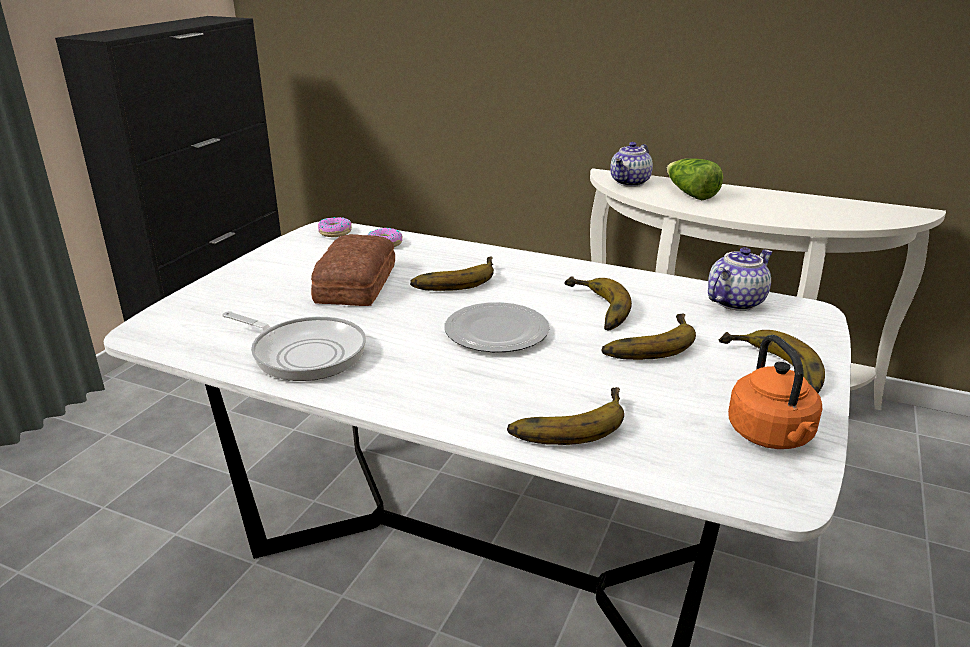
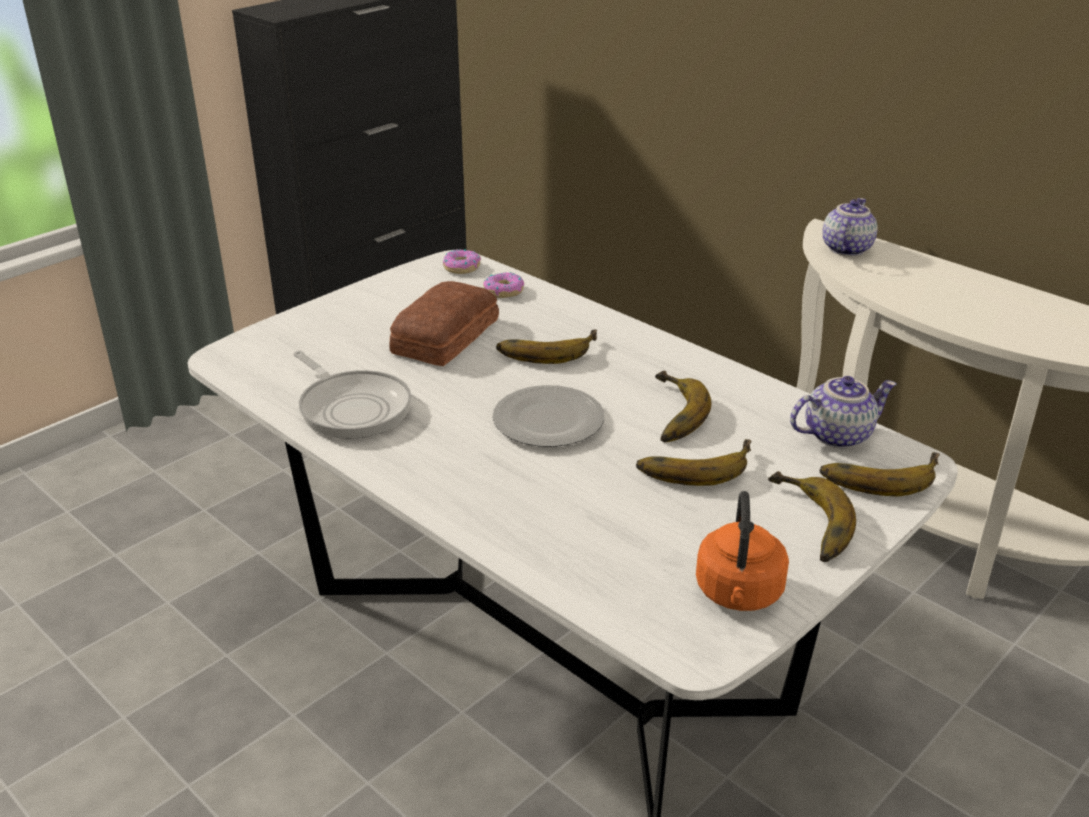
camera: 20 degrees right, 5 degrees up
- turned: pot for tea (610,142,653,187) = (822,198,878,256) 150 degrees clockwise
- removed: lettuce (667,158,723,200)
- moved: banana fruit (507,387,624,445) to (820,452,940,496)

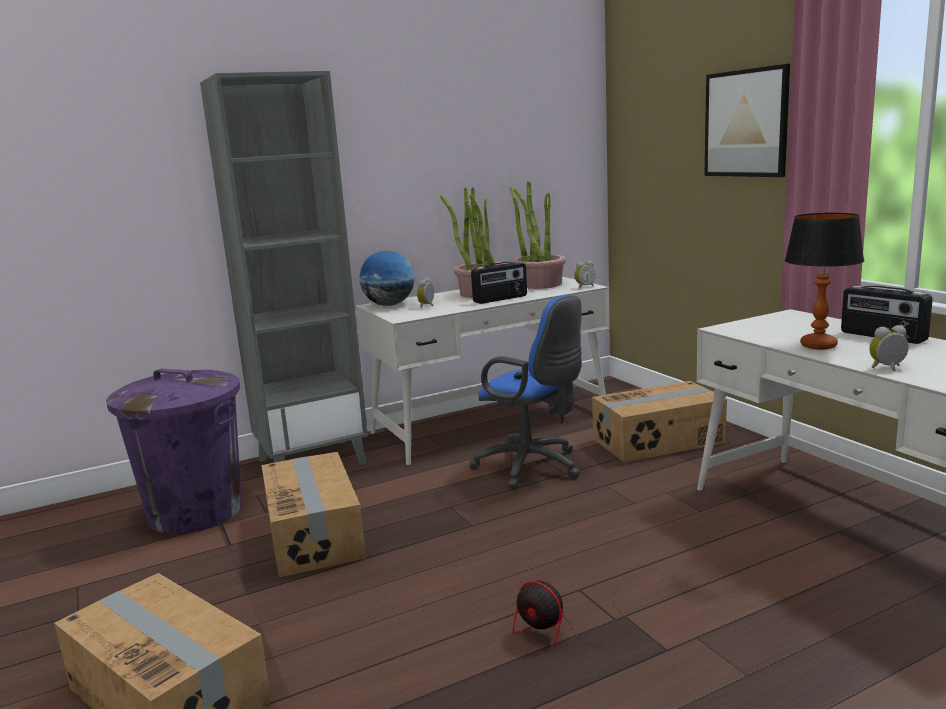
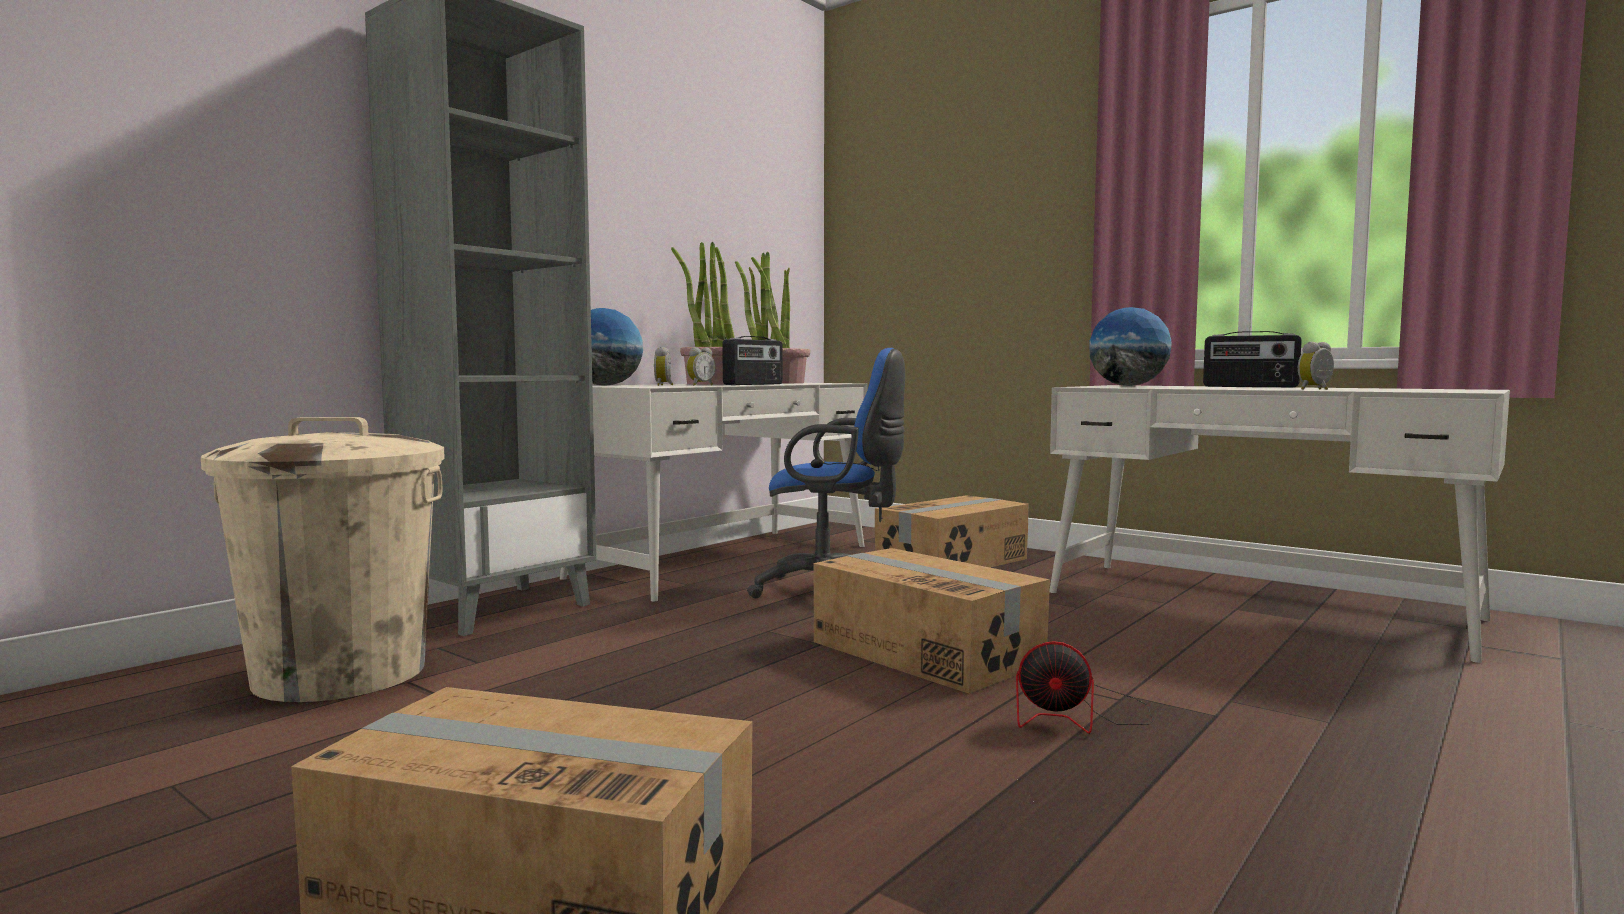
camera: 25 degrees left, 10 degrees down
- removed: wall picture (704,64,790,177)
- removed: table lamp (785,213,864,349)
- moved: table clock (574,261,596,289) to (686,347,716,386)
- recoloured: purplish rubbish bin (106,368,242,534) to beige rubbish bin (201,417,445,702)
- moved: packing box (262,452,366,577) to (813,548,1050,694)
- added: world globe (1089,307,1172,386)

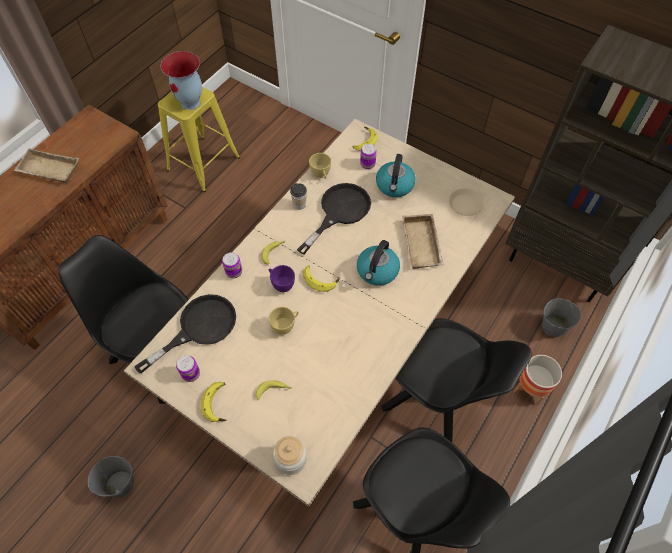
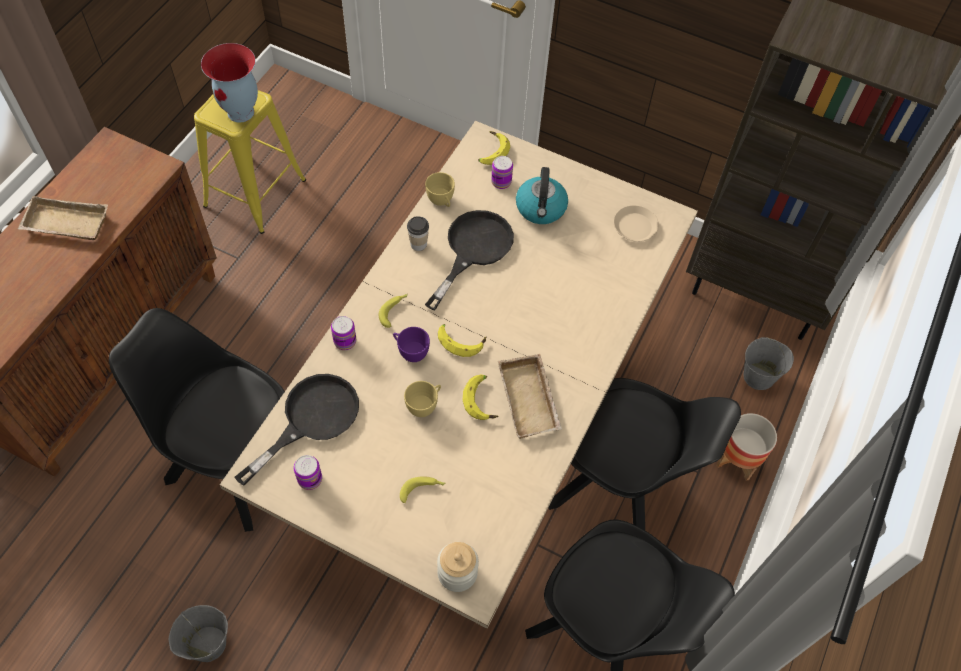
camera: 10 degrees left, 0 degrees up
- moved: beige serving tray (402,214,444,269) to (498,354,562,439)
- removed: tea kettle (357,240,400,286)
- moved: banana fruit (201,382,227,422) to (463,374,498,420)

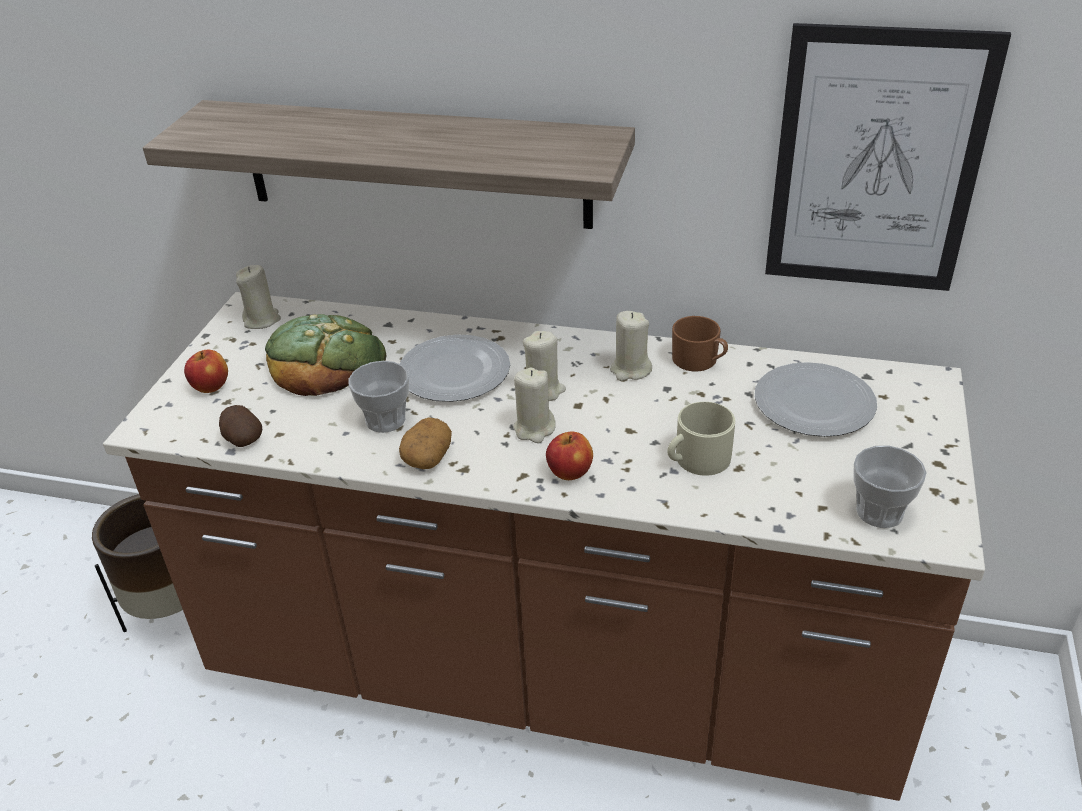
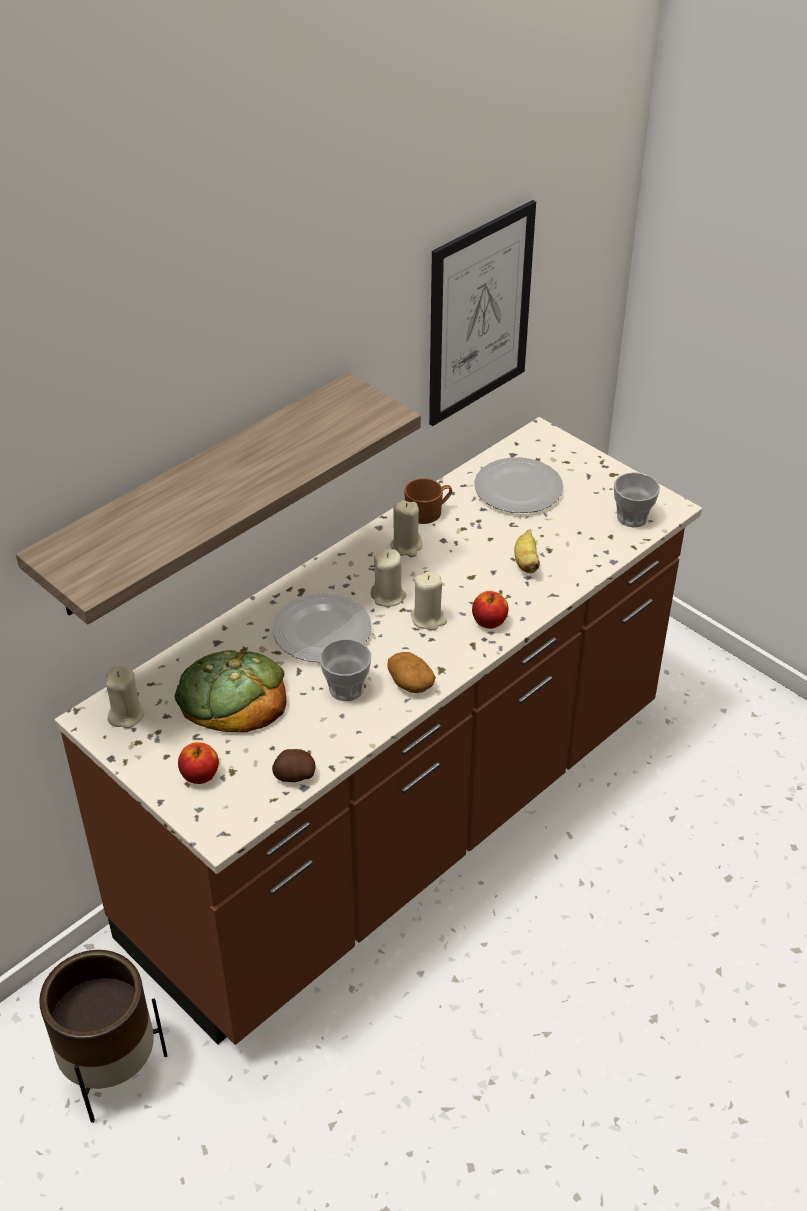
camera: 60 degrees left, 5 degrees up
- replaced: beige mug (667,402,735,476) to banana fruit (514,530,540,573)

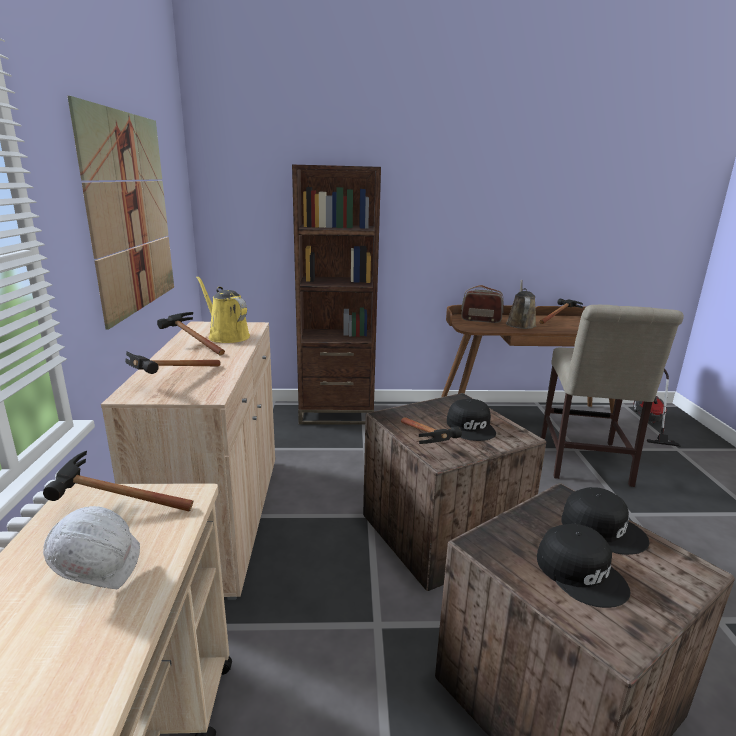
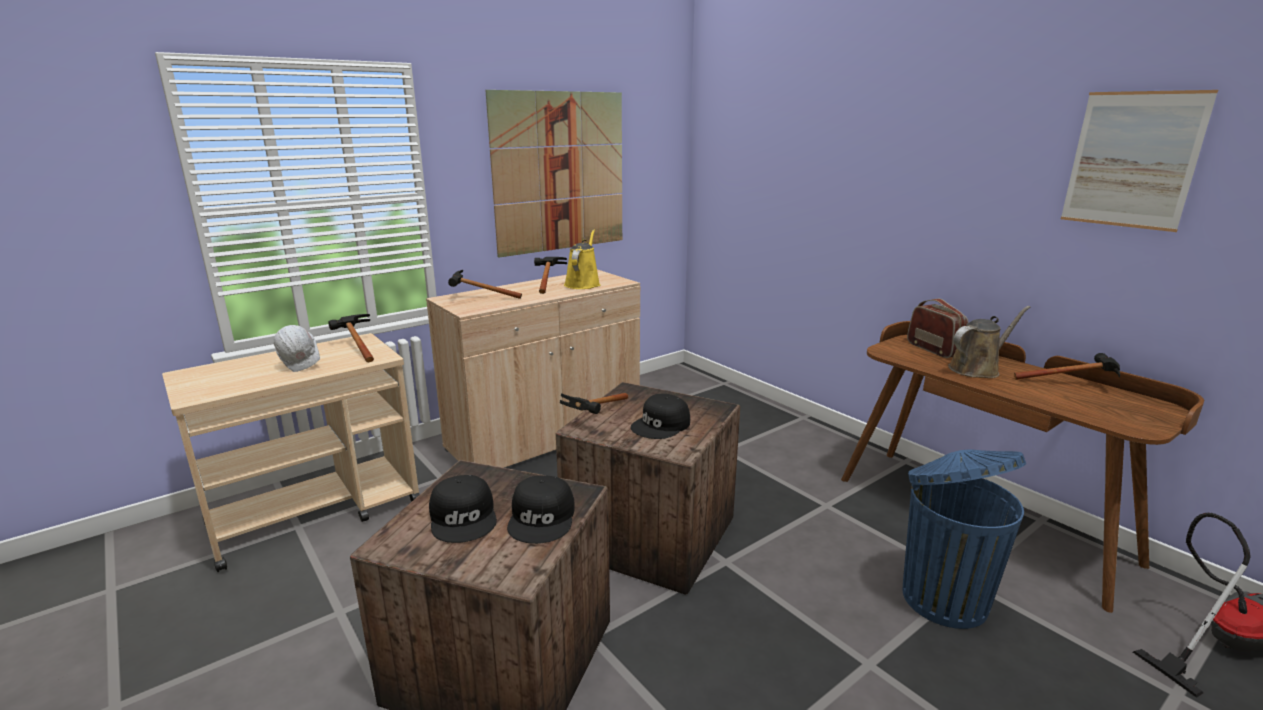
camera: 55 degrees right, 0 degrees up
- removed: brown shelving unit (292,165,381,425)
- replaced: beige plain chair (541,305,684,487) to bluish rubbish bin (902,449,1026,629)
- turned: black-coloured cap (537,524,630,608) = (429,475,497,543) 45 degrees counterclockwise
- added: wall picture (1061,90,1218,232)

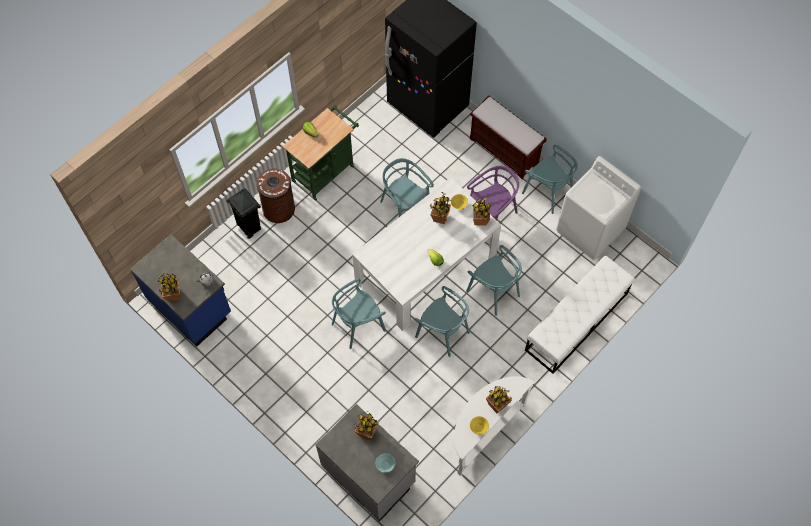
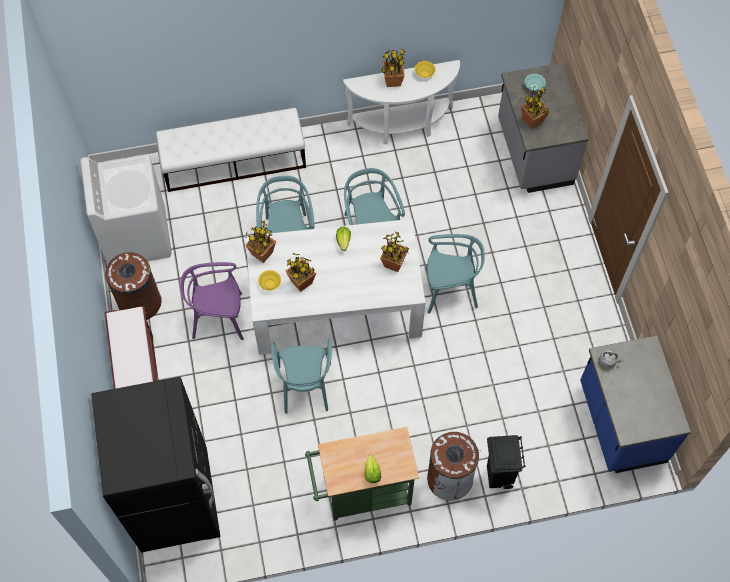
camera: 145 degrees left, 0 degrees up
- replaced: turquoise plain chair (522,145,578,214) to brown rubbish bin (105,252,162,320)
- moved: potted plant (158,274,181,302) to (380,232,409,272)

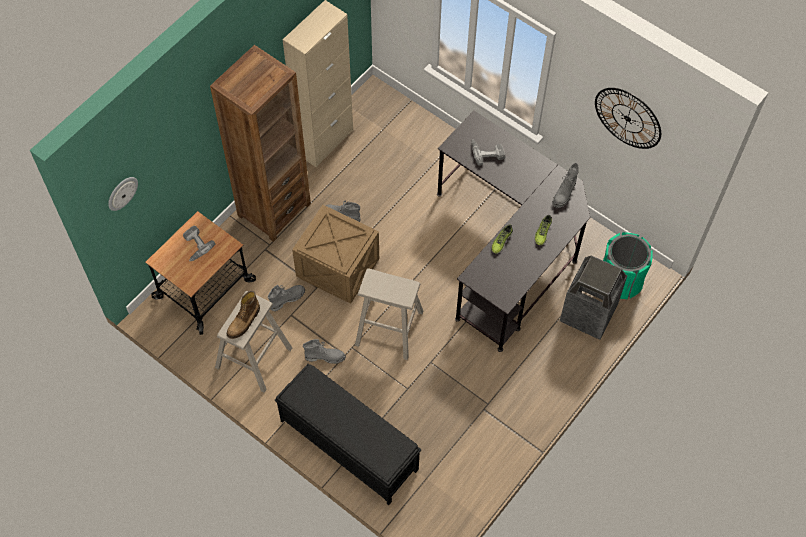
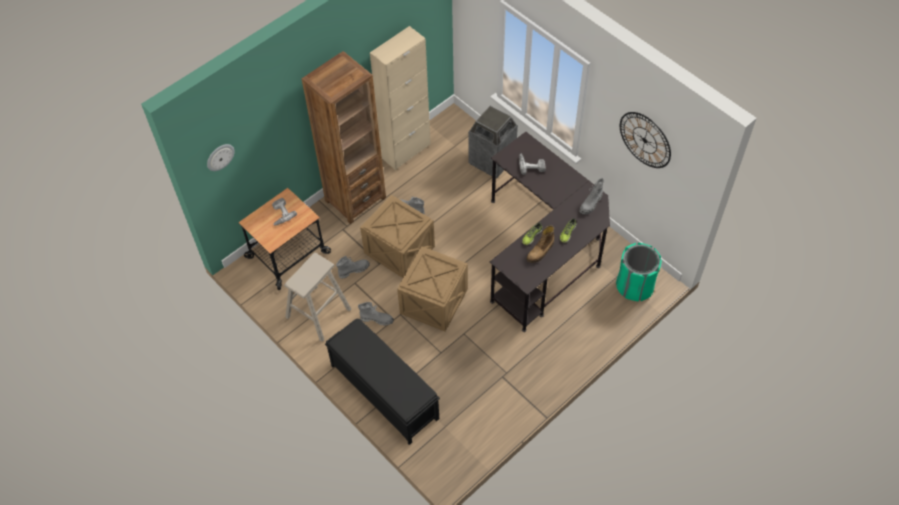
camera: 10 degrees right, 5 degrees down
- moved: rubbish bin (560,255,627,340) to (468,106,518,179)
- replaced: beige stool (355,268,423,360) to shipping crate (397,246,468,331)
- moved: tall boot (227,291,260,339) to (526,225,554,263)

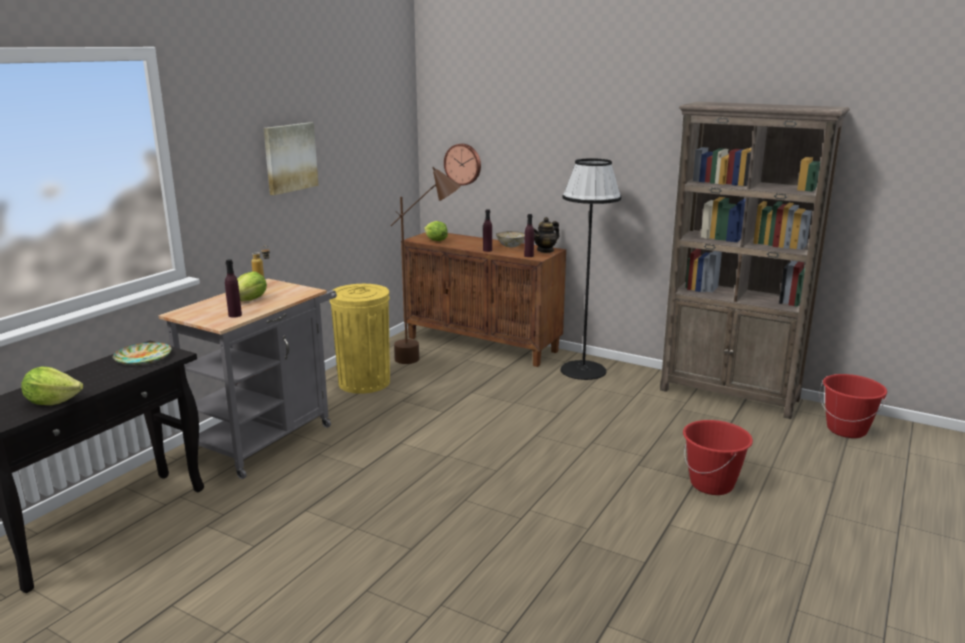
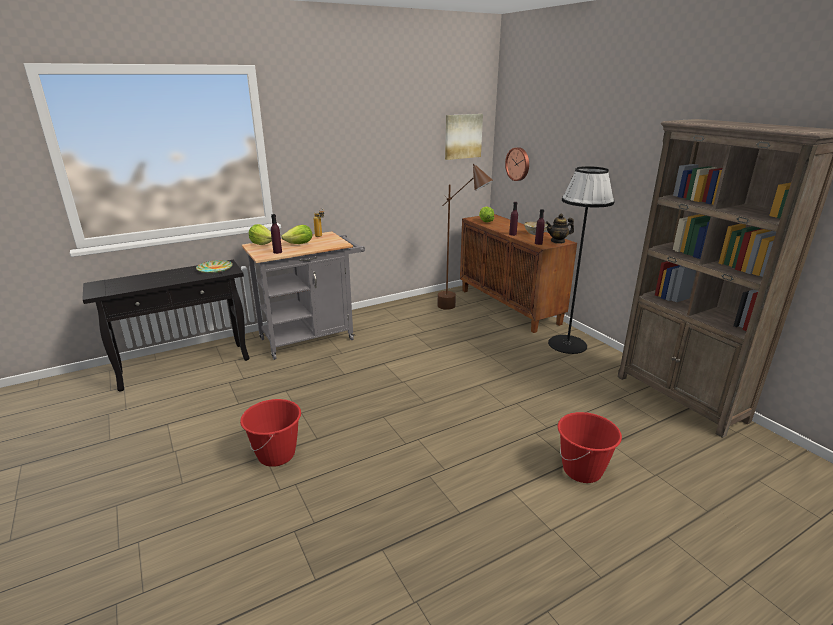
camera: 30 degrees right, 5 degrees up
- moved: wall picture (264,122,318,195) to (445,114,483,160)
- removed: yellow-coloured rubbish bin (329,284,390,394)
- moved: lettuce (21,366,83,405) to (249,224,272,245)
- moved: red water bucket (819,374,887,438) to (240,399,301,467)

